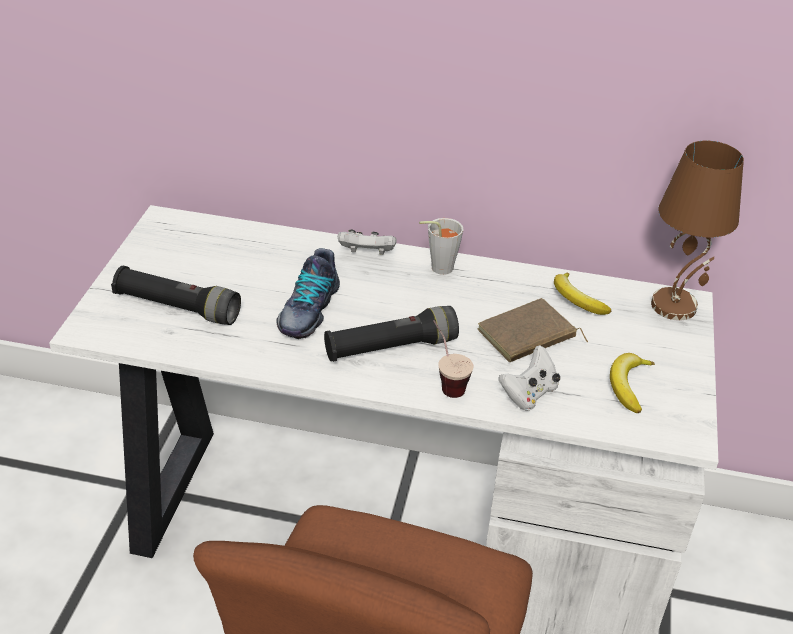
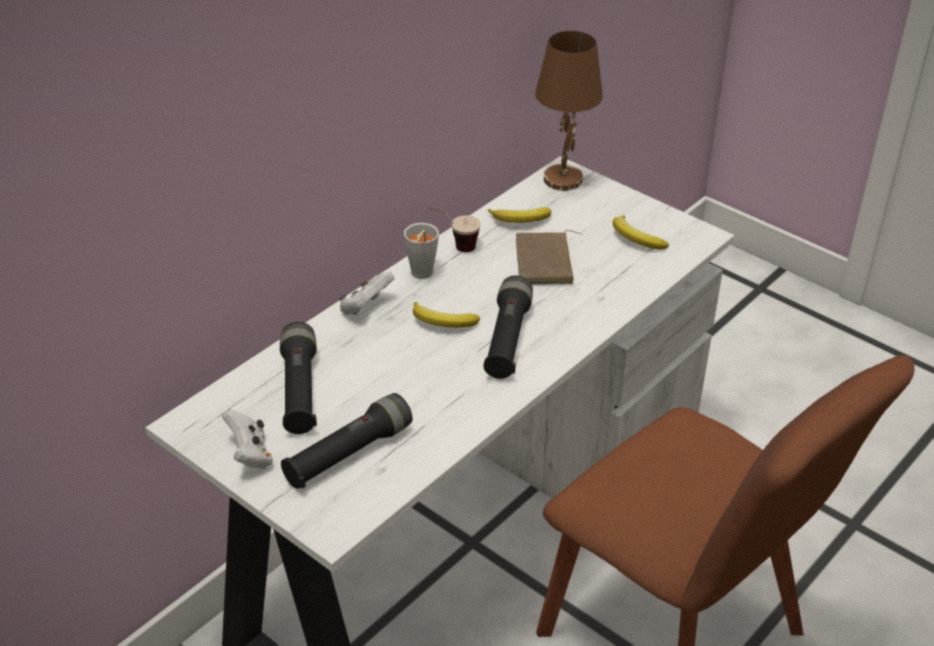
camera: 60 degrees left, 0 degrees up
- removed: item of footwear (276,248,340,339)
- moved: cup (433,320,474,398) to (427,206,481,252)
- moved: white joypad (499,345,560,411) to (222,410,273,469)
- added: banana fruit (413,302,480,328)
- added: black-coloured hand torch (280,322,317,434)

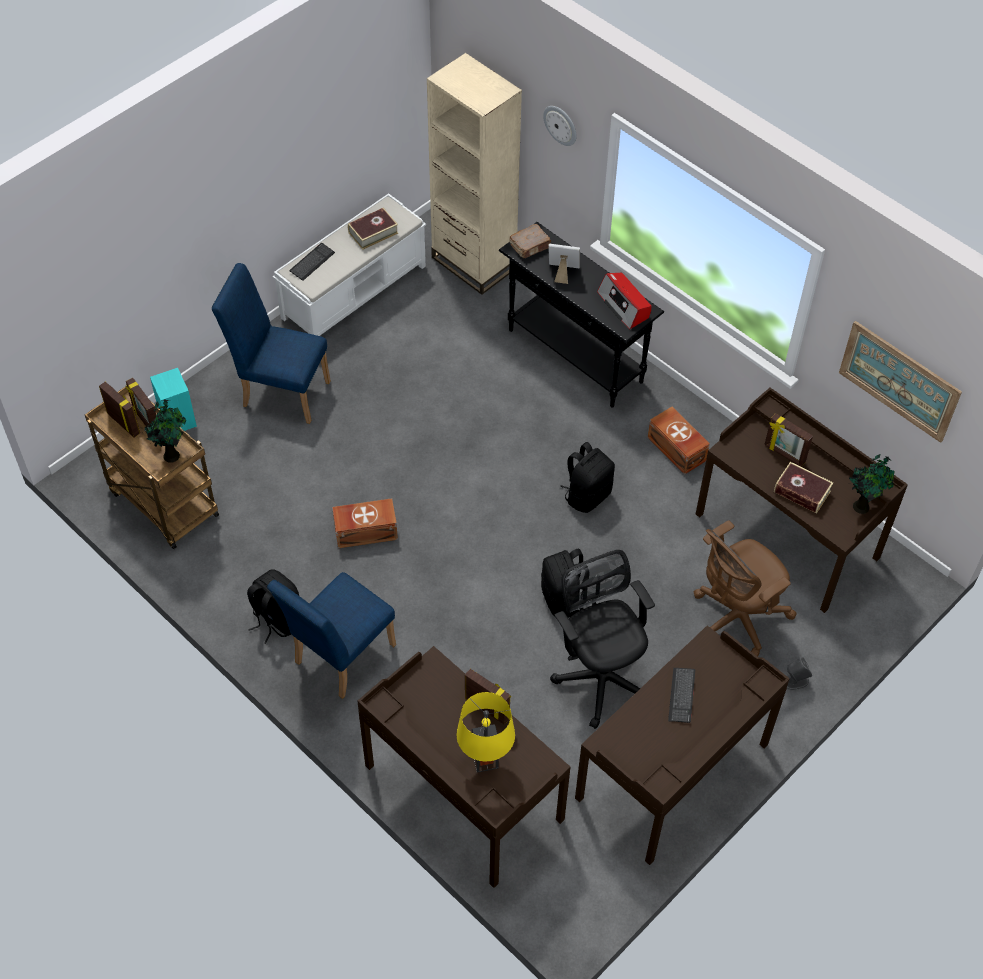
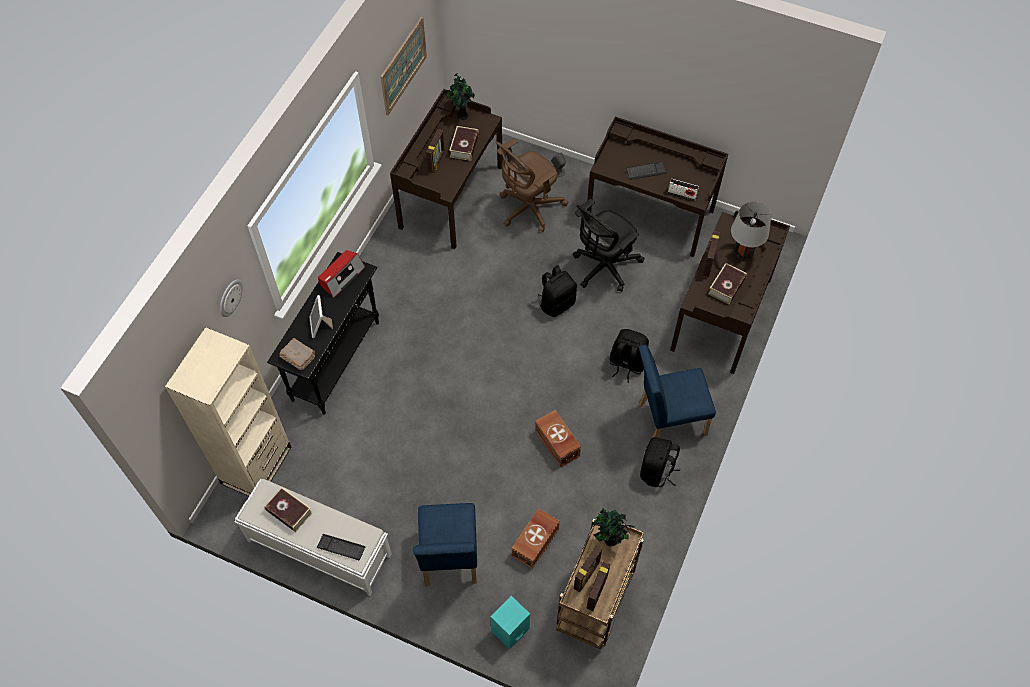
camera: 110 degrees left, 5 degrees up
- moved: brown storage bin (648,407,710,475) to (512,508,560,569)
- moved: black-coloured knapsack (560,442,615,513) to (610,329,649,383)
- turned: brown office chair (694,520,797,657) = (495,138,568,232) 105 degrees clockwise
- turned: bluish plain chair (267,572,396,699) = (639,345,716,438) 150 degrees clockwise
- recoloured: yellow-coloured table lamp (456,692,515,773) to gray table lamp (731,202,772,262)
- added: radio set (668,178,699,200)
- added: book (708,263,747,304)

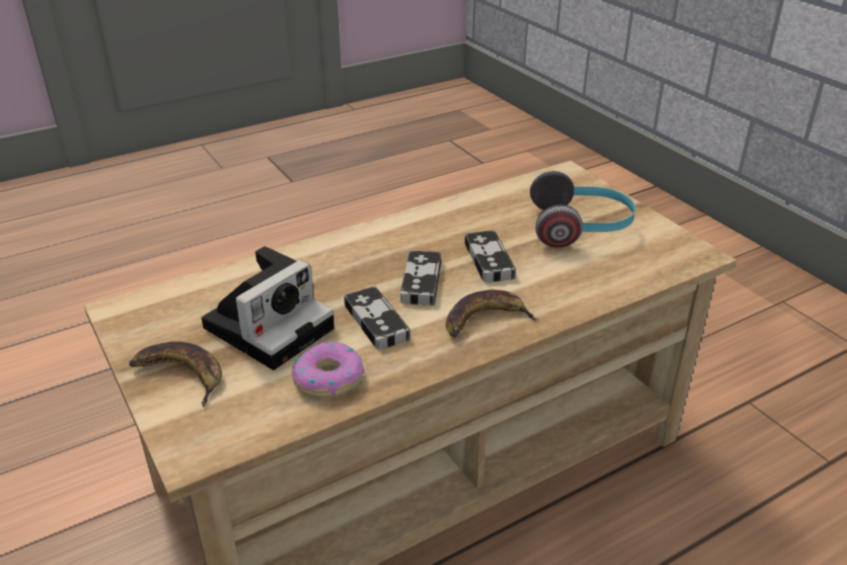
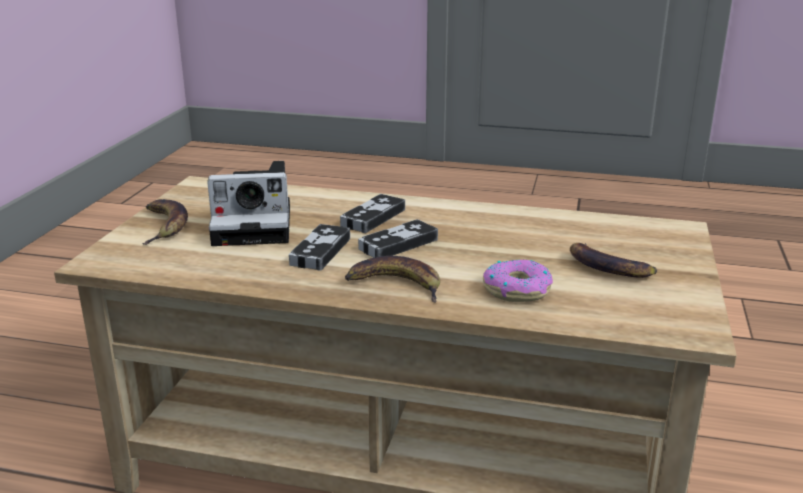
camera: 45 degrees right, 10 degrees down
- replaced: headset (530,171,636,248) to banana fruit (570,243,657,278)
- moved: joypad (465,230,516,282) to (340,194,405,233)
- moved: donut (292,342,365,398) to (483,259,553,302)

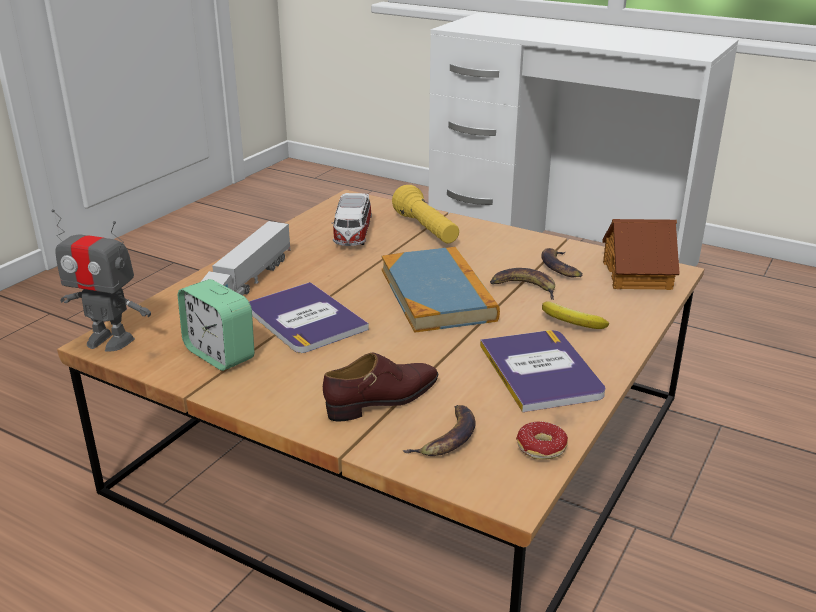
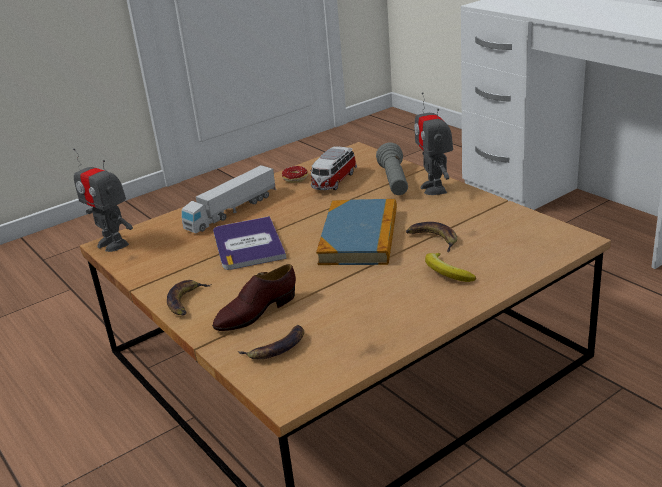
camera: 25 degrees right, 0 degrees up
- recoloured: yellow-coloured hand torch (392,185,459,243) to gray hand torch (376,142,408,195)
- removed: model house (602,219,680,290)
- moved: banana fruit (541,248,583,278) to (167,280,211,316)
- removed: table clock (178,279,254,371)
- removed: book (480,330,605,412)
- turned: brown item of footwear (323,353,438,421) = (212,264,296,331) 150 degrees clockwise
- moved: donut (516,421,568,460) to (282,166,308,183)
- added: robot figure (414,92,453,195)

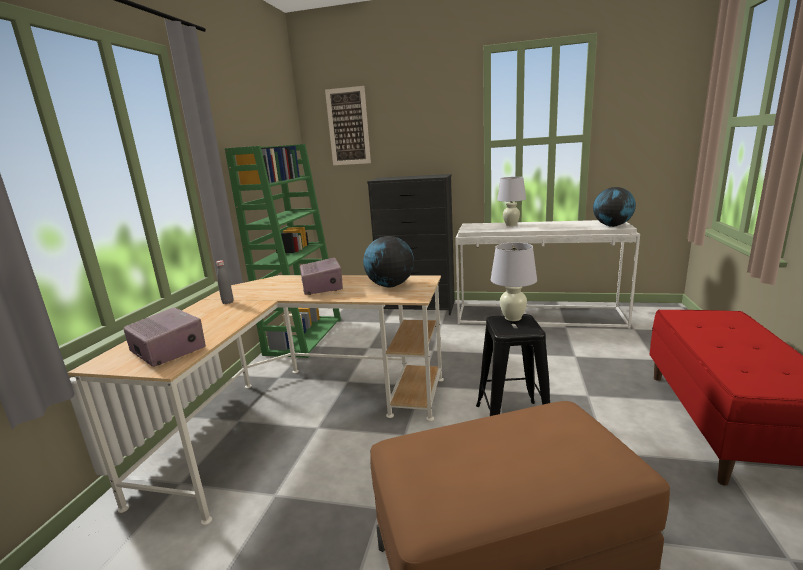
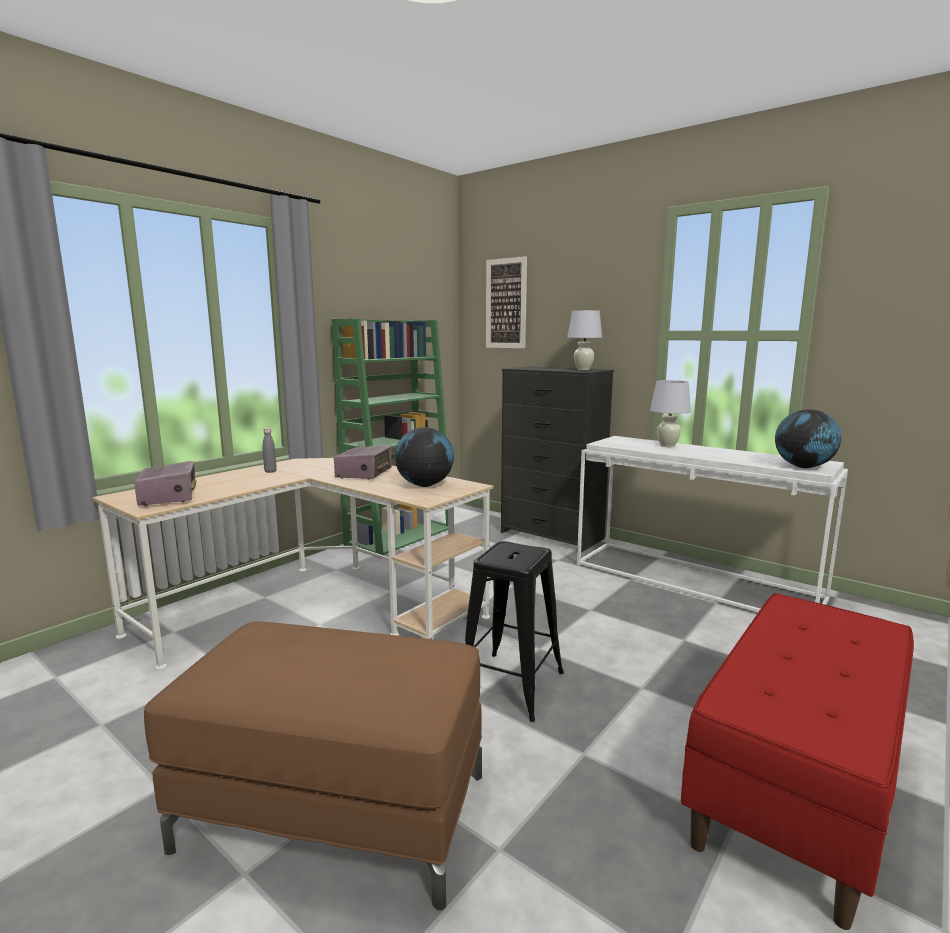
camera: 25 degrees right, 5 degrees down
- moved: white table lamp (491,243,537,321) to (567,310,602,370)

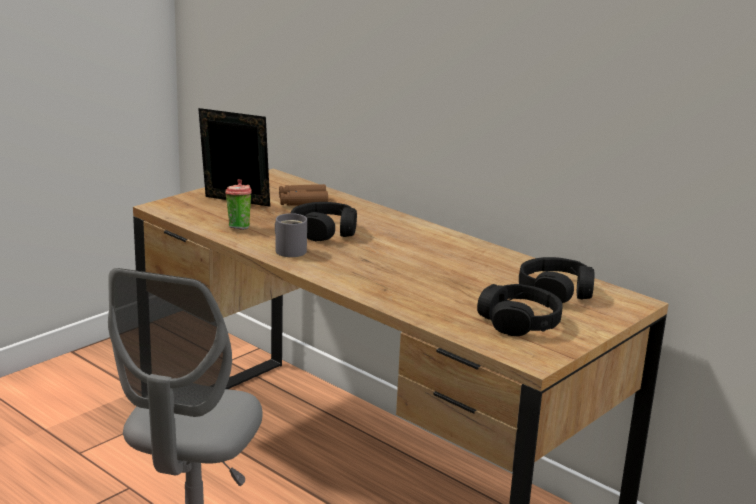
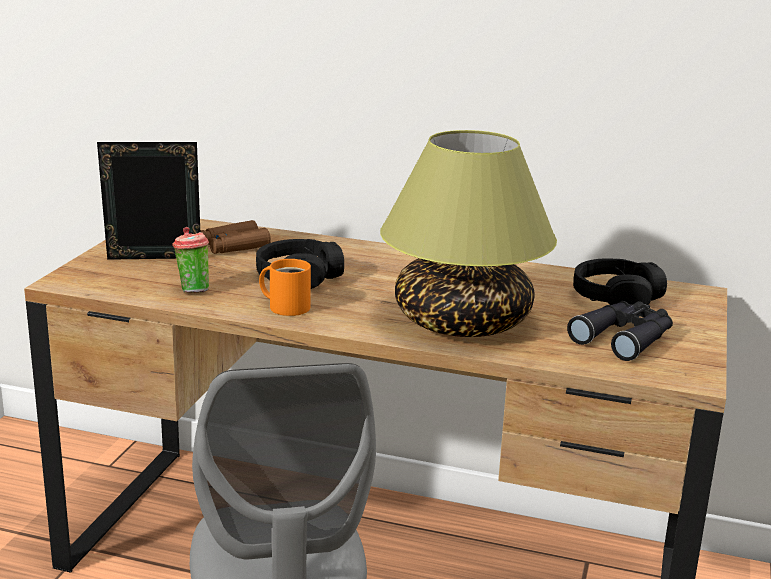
camera: 25 degrees left, 0 degrees up
- recoloured: gray mug (275,213,307,257) to orangey mug (259,259,311,316)
- replaced: black-coloured headset (477,284,563,336) to black-coloured binoculars (567,301,673,361)
- added: table lamp (380,130,557,337)

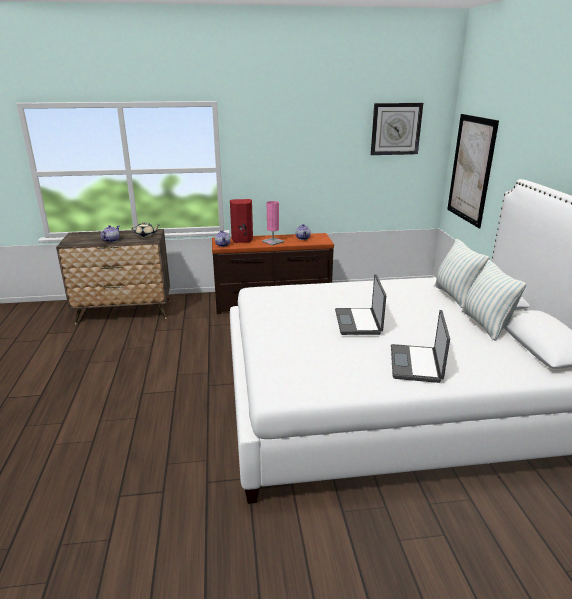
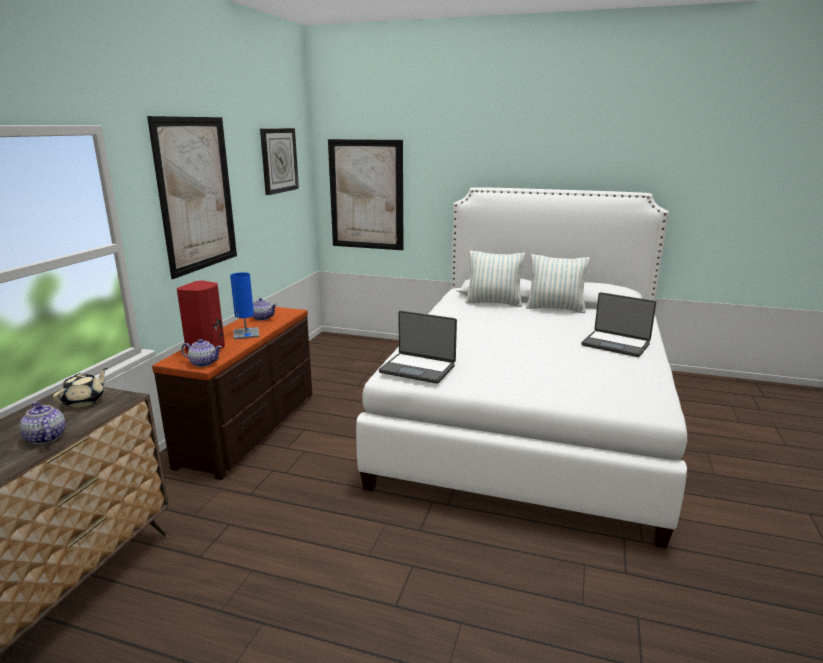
camera: 65 degrees left, 5 degrees down
- recoloured: pink table lamp (262,201,284,246) to bluish table lamp (230,272,259,339)
- moved: laptop (335,274,386,335) to (379,311,457,384)
- added: wall picture (147,116,237,279)

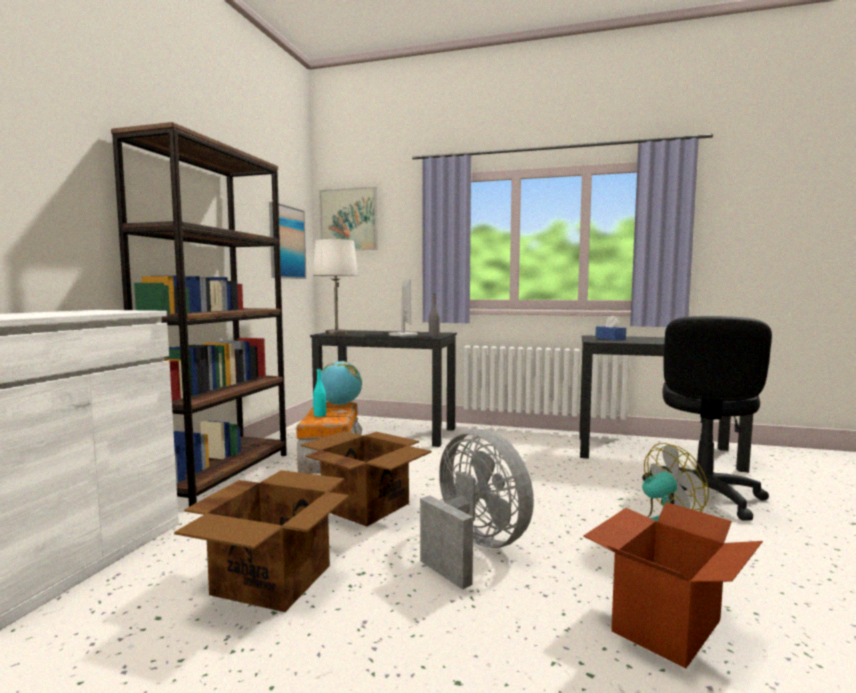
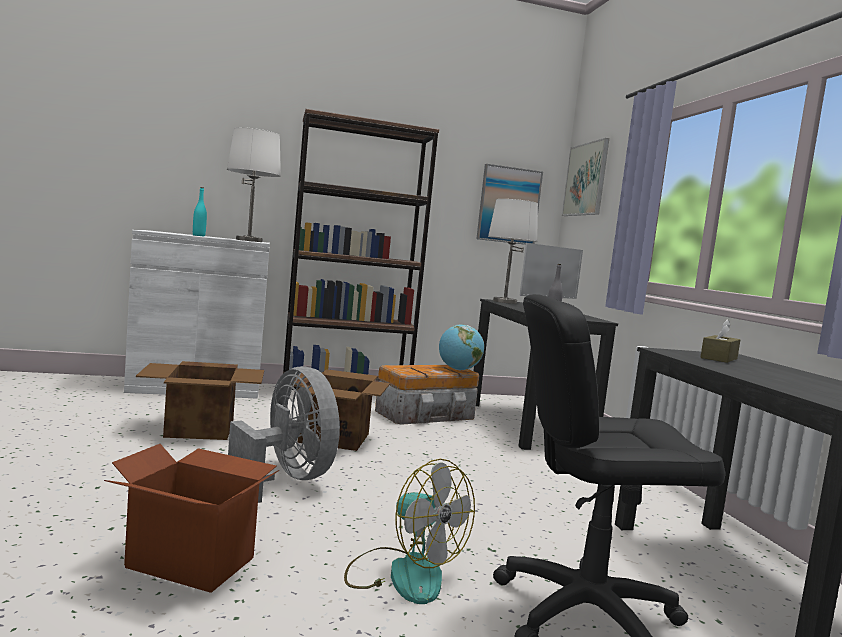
camera: 60 degrees right, 0 degrees up
- recoloured: bluish tissue holder (595,315,626,340) to brown tissue holder (700,319,740,363)
- moved: turquoise drink bottle (313,368,326,417) to (193,187,207,236)
- turned: gray electric fan (420,429,534,589) = (228,366,340,503) 60 degrees counterclockwise
- added: white table lamp (227,127,281,242)

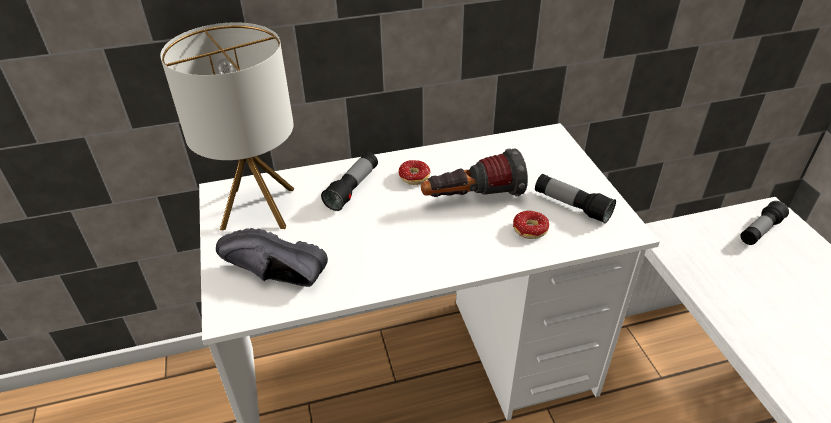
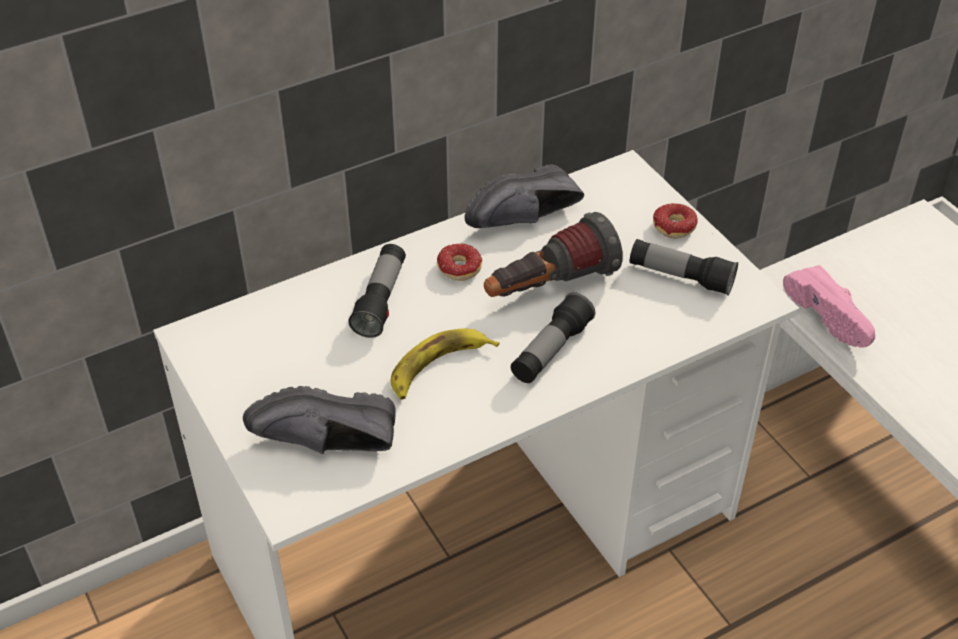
camera: 15 degrees left, 5 degrees up
- removed: table lamp (160,22,294,230)
- moved: hand torch (741,201,789,245) to (511,292,595,383)
- moved: donut (513,211,549,239) to (653,203,698,239)
- added: black-coloured item of footwear (465,164,584,228)
- added: pink item of footwear (783,265,875,348)
- added: banana fruit (391,328,499,400)

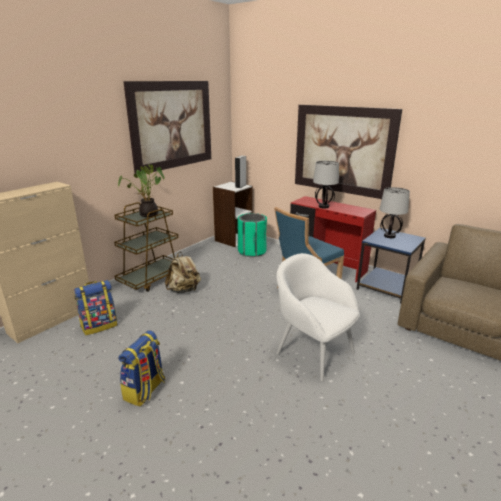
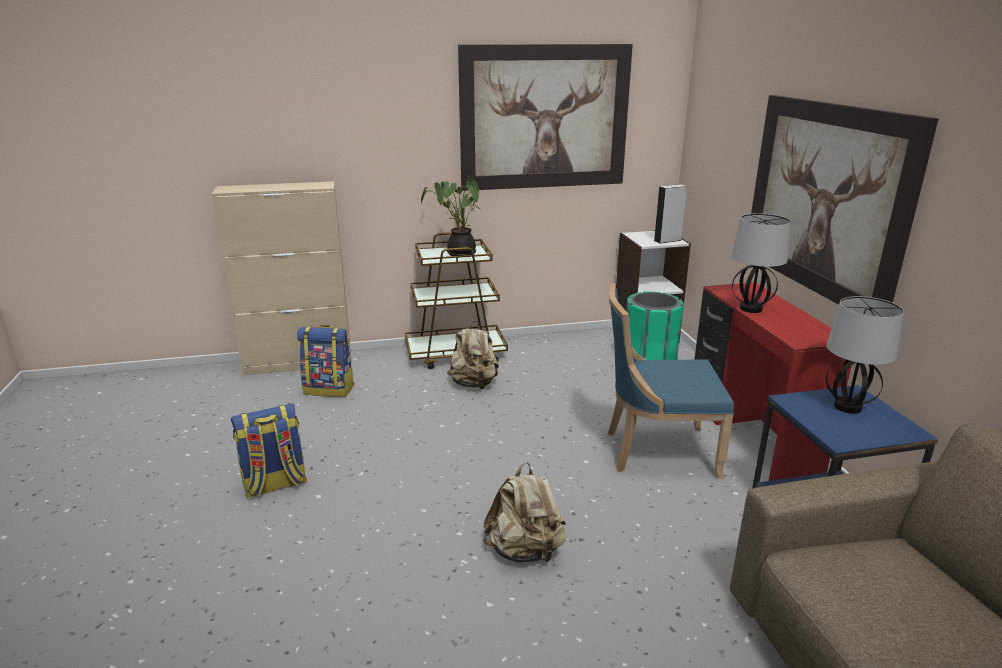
camera: 40 degrees right, 0 degrees up
- replaced: white lounge chair (276,253,360,381) to beige knapsack (483,463,566,565)

